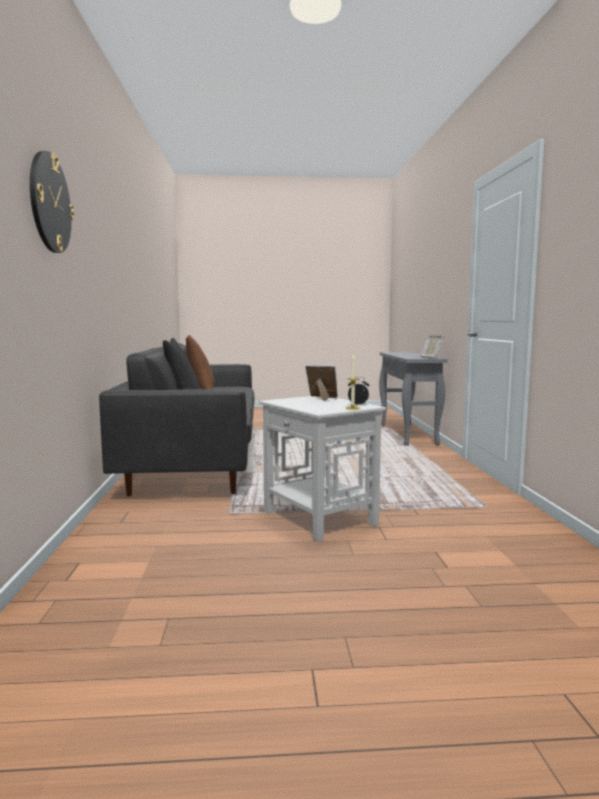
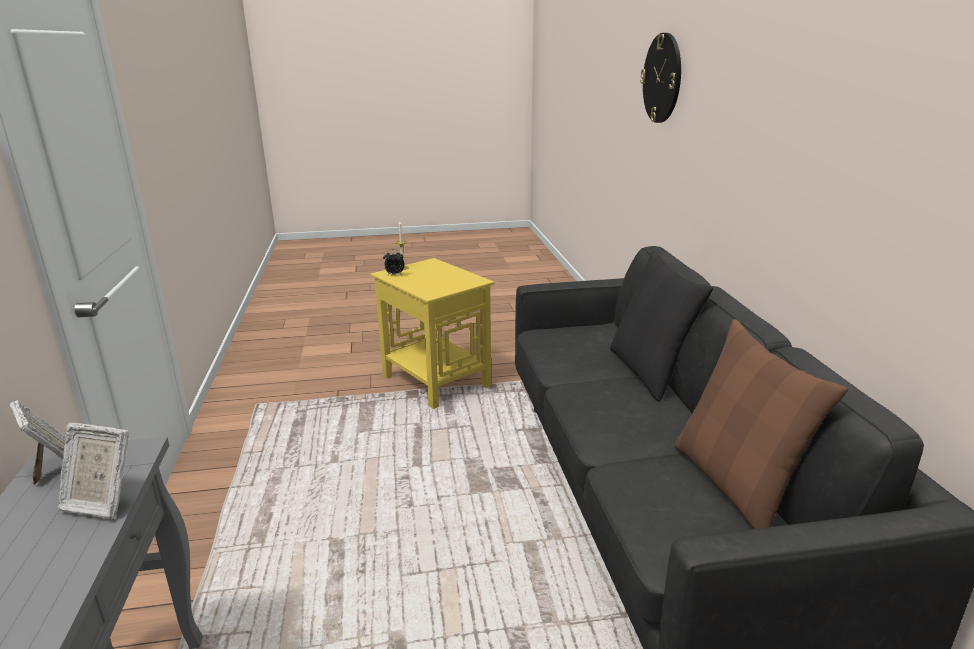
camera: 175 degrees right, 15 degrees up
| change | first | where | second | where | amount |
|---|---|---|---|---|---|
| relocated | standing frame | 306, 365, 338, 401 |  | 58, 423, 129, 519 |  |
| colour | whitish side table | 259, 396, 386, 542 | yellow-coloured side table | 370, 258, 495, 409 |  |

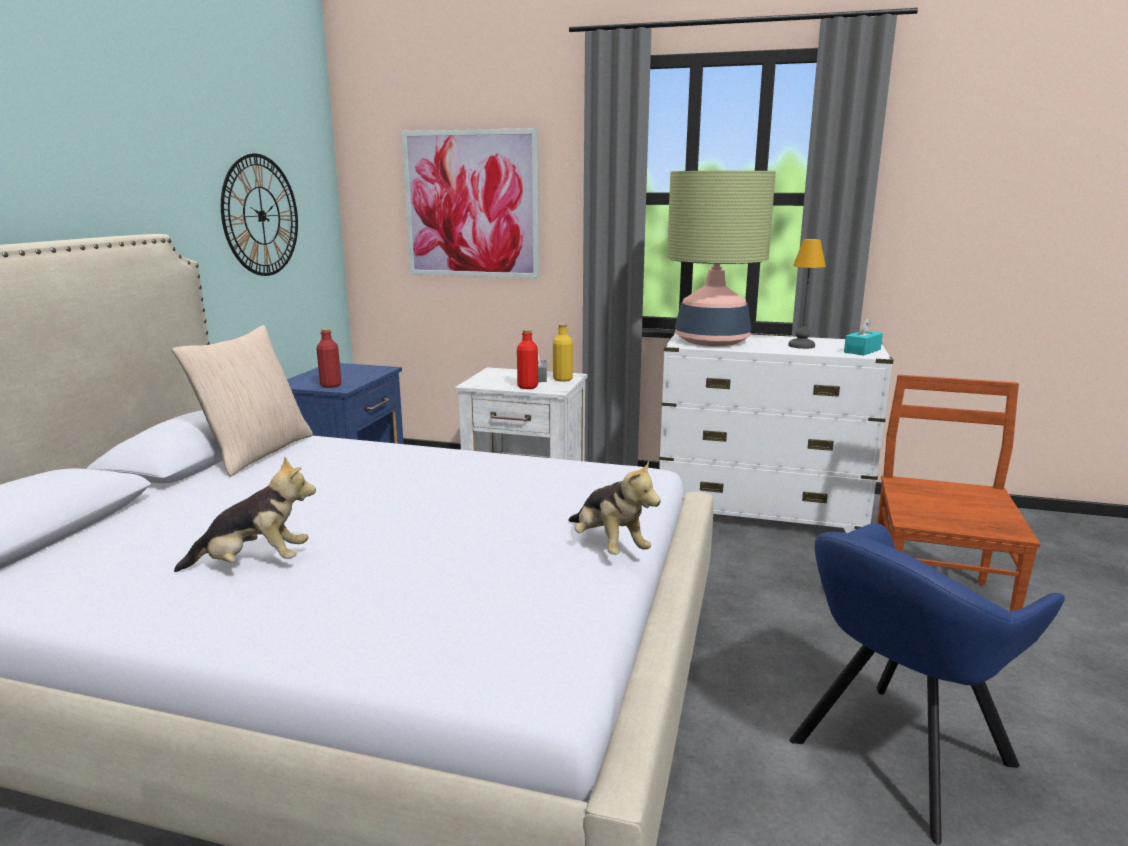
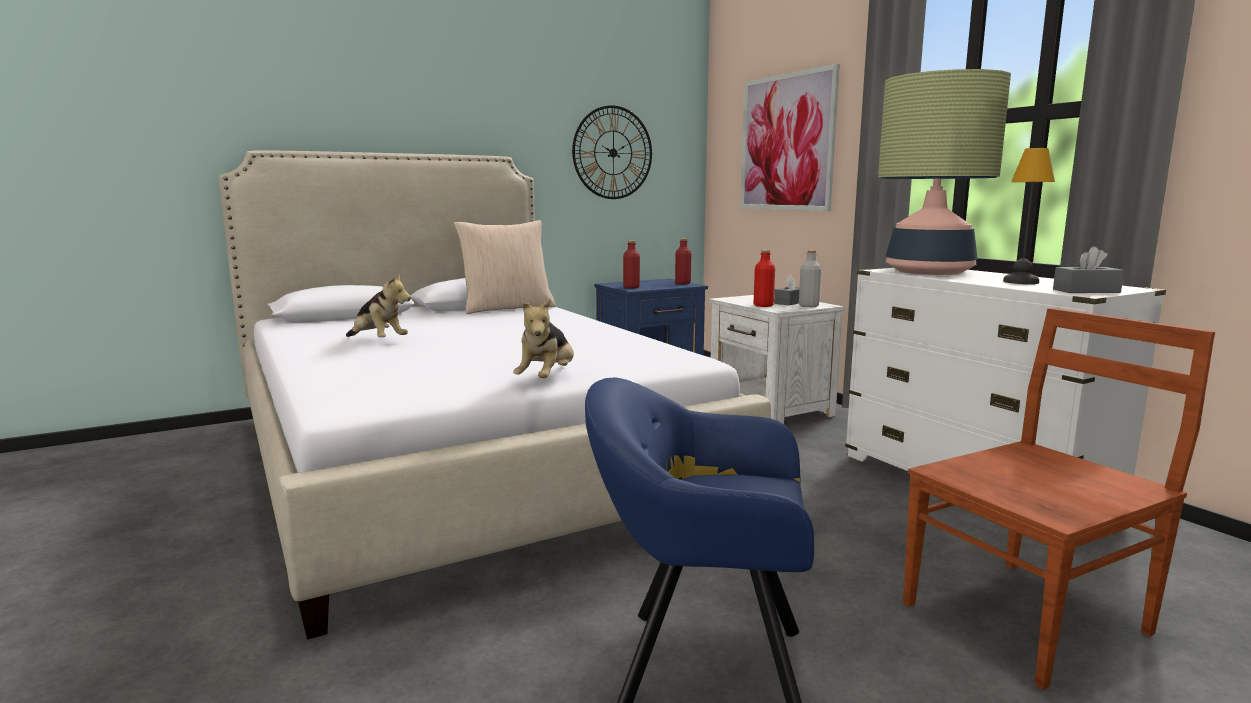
camera: 45 degrees right, 5 degrees down
| change | first | where | second | where | amount |
|---|---|---|---|---|---|
| colour | turquoise-coloured tissue box | 844, 318, 883, 356 | greyish tissue box | 1053, 246, 1124, 293 |  |
| colour | yellow-coloured drink bottle | 553, 324, 573, 382 | greyish drink bottle | 799, 250, 821, 307 |  |
| appeared |  |  | red-coloured drink bottle | 675, 238, 691, 284 |  |

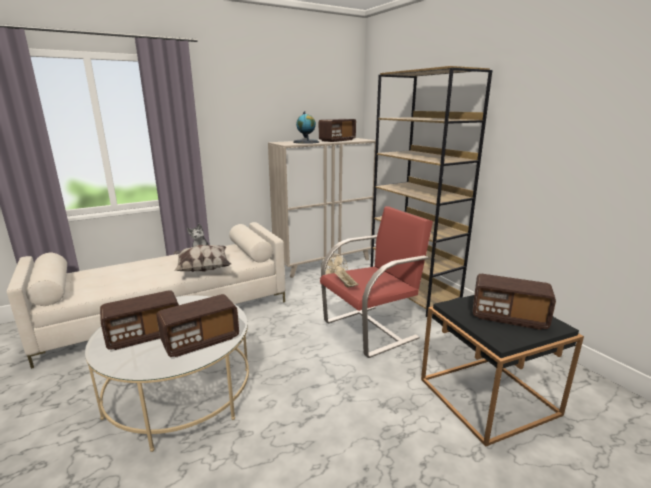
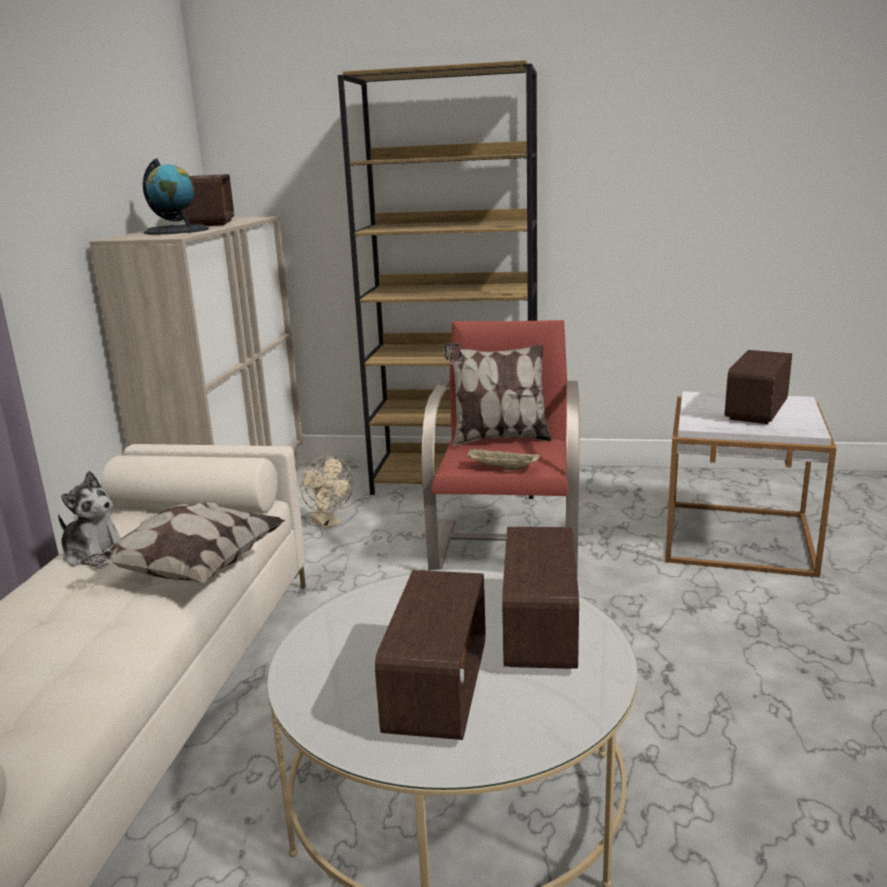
camera: 50 degrees left, 0 degrees up
| change | first | where | second | where | amount |
|---|---|---|---|---|---|
| spun | radio | 473, 274, 556, 330 |  | 725, 350, 792, 424 | 150 degrees clockwise |
| colour | black side table | 421, 295, 584, 447 | whitish side table | 665, 391, 837, 578 |  |
| appeared |  |  | throw pillow | 444, 342, 552, 447 |  |

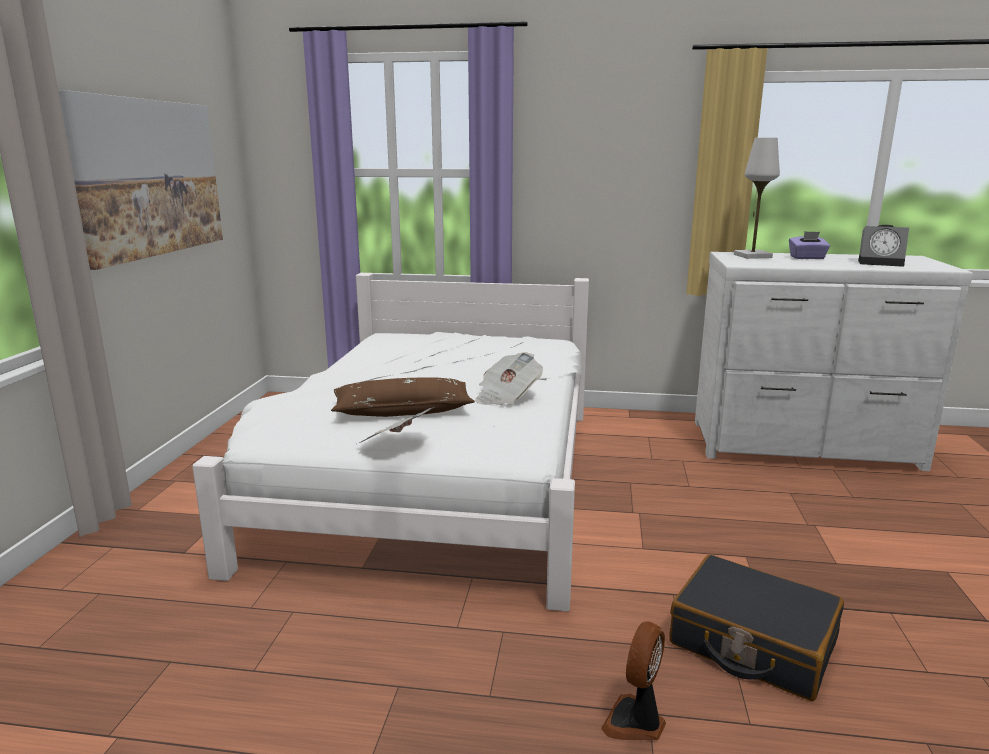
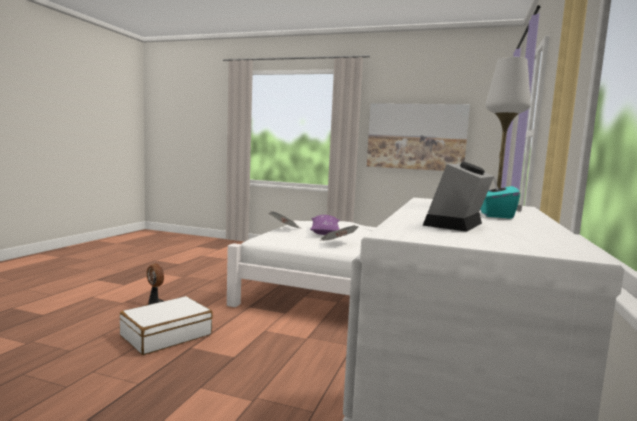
camera: 100 degrees right, 10 degrees down
| change | first | where | second | where | amount |
|---|---|---|---|---|---|
| colour | purple tissue box | 789, 231, 830, 259 | turquoise-coloured tissue box | 480, 177, 520, 219 |  |
| colour | brown-coloured throw pillow | 331, 377, 475, 417 | purple throw pillow | 310, 215, 340, 235 |  |
| colour | black piece of luggage | 669, 555, 844, 701 | whitish piece of luggage | 120, 296, 213, 355 |  |

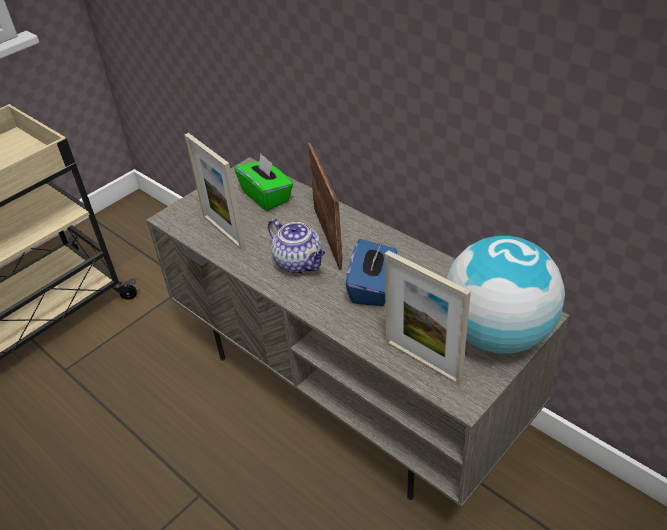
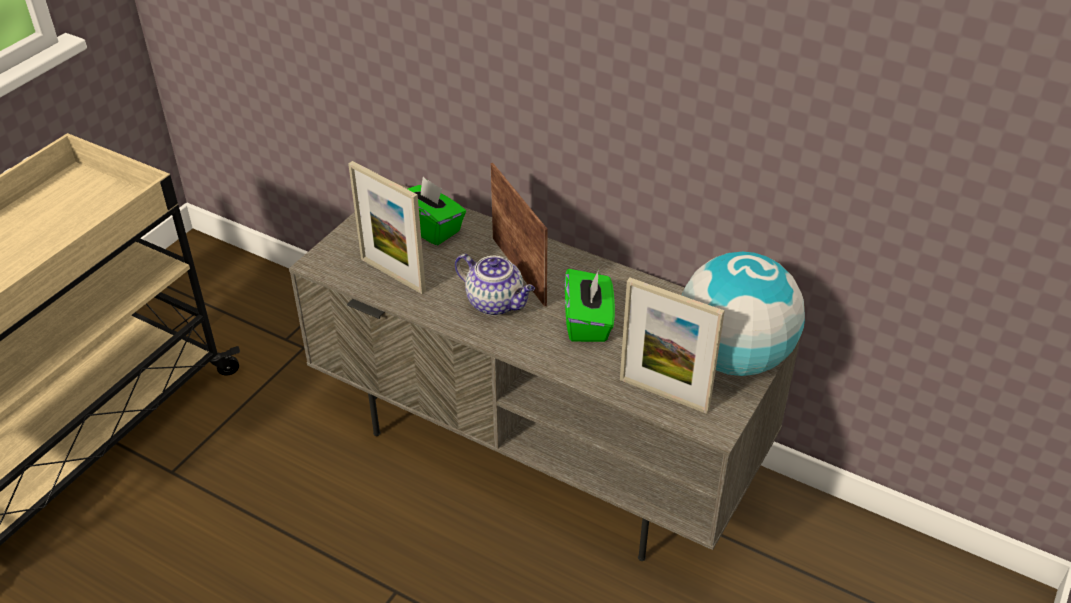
camera: 15 degrees left, 0 degrees up
| change | first | where | second | where | amount |
|---|---|---|---|---|---|
| colour | bluish tissue box | 346, 239, 397, 307 | greenish tissue box | 565, 269, 615, 342 |  |

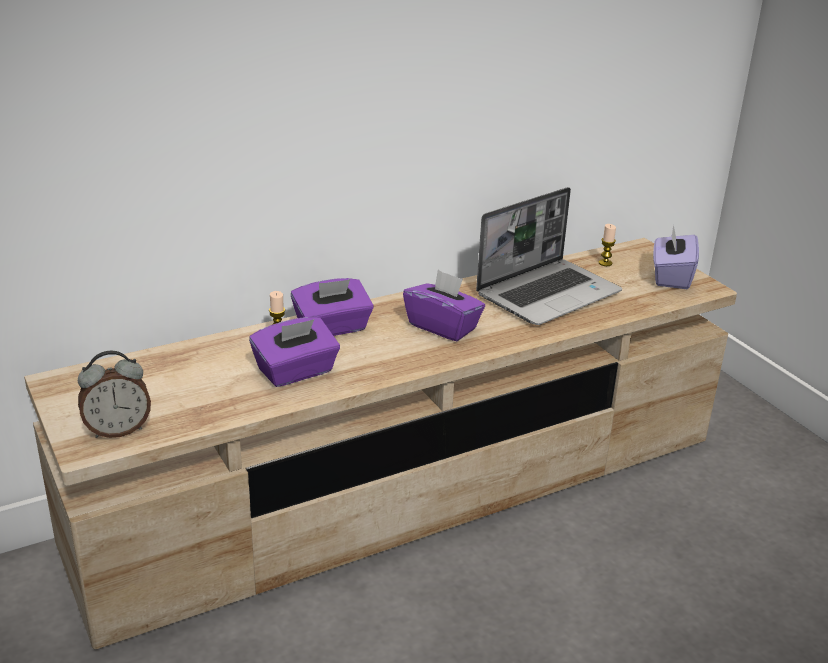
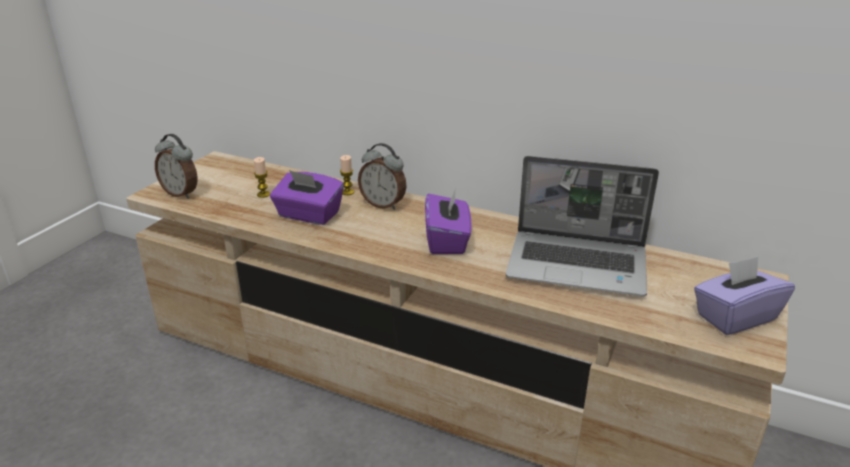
camera: 55 degrees right, 0 degrees up
| change | first | where | second | where | amount |
|---|---|---|---|---|---|
| relocated | candle | 599, 224, 616, 266 |  | 254, 157, 270, 198 |  |
| exchanged | purple tissue box | 291, 278, 374, 336 | alarm clock | 358, 143, 407, 210 |  |

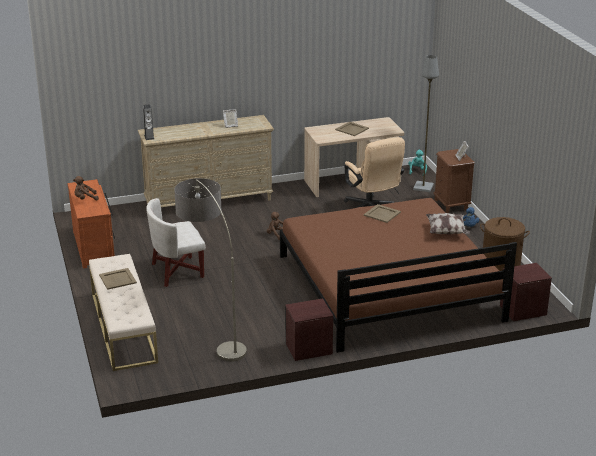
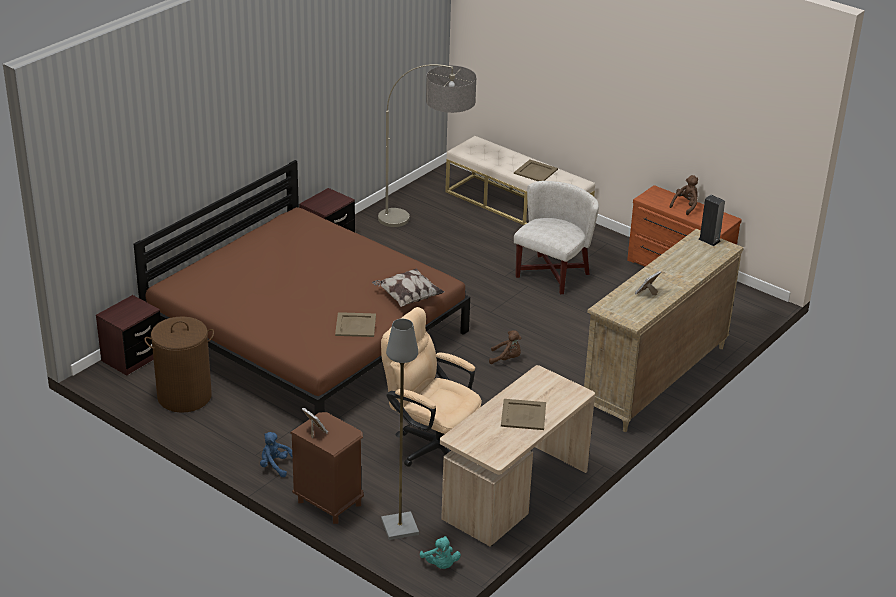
camera: 145 degrees right, 5 degrees up
| change | first | where | second | where | amount |
|---|---|---|---|---|---|
| relocated | throw pillow | 426, 213, 470, 235 |  | 372, 268, 444, 307 |  |

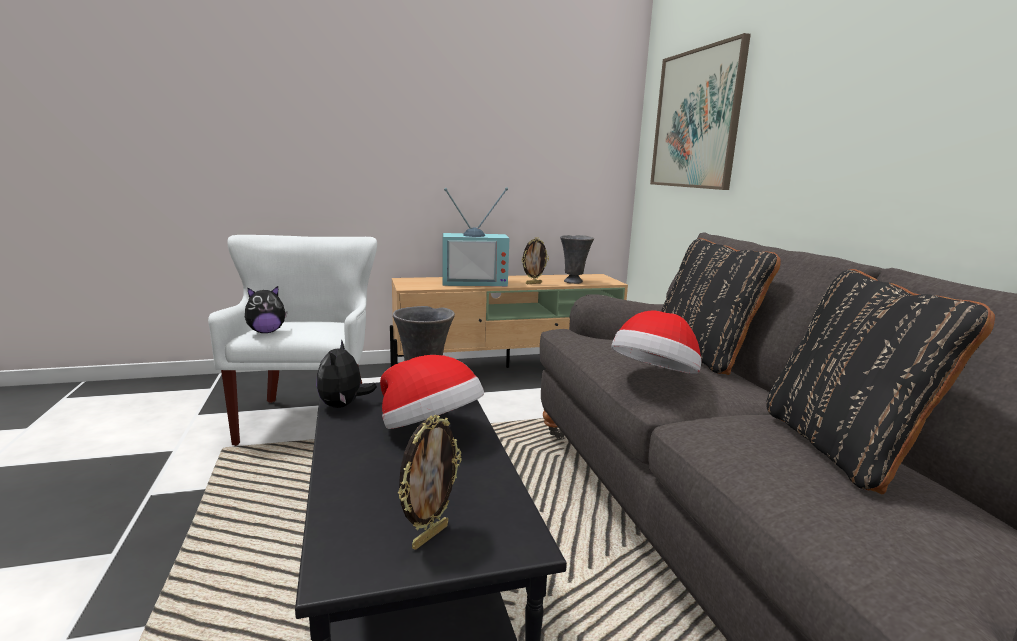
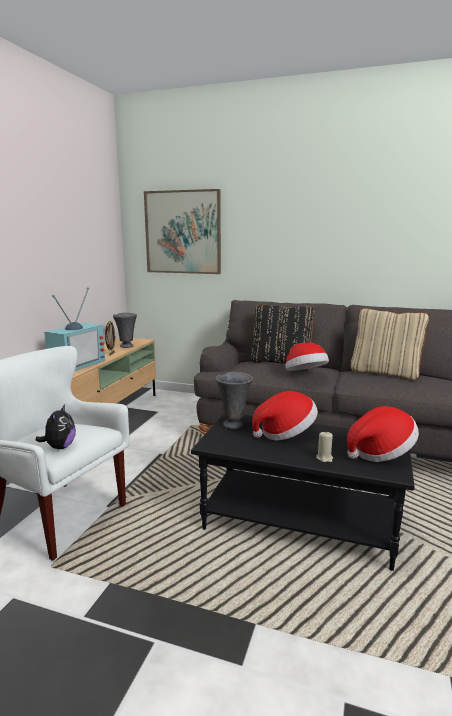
camera: 55 degrees left, 0 degrees up
| change | first | where | second | where | amount |
|---|---|---|---|---|---|
| colour | black throw pillow | 766, 269, 995, 494 | beige throw pillow | 350, 308, 429, 380 |  |
| missing | soft toy | 316, 339, 377, 408 |  |  |  |
| exchanged | standing frame | 398, 415, 462, 550 | clothing hat | 347, 406, 419, 462 |  |
| appeared |  |  | beige candle | 316, 431, 333, 462 |  |

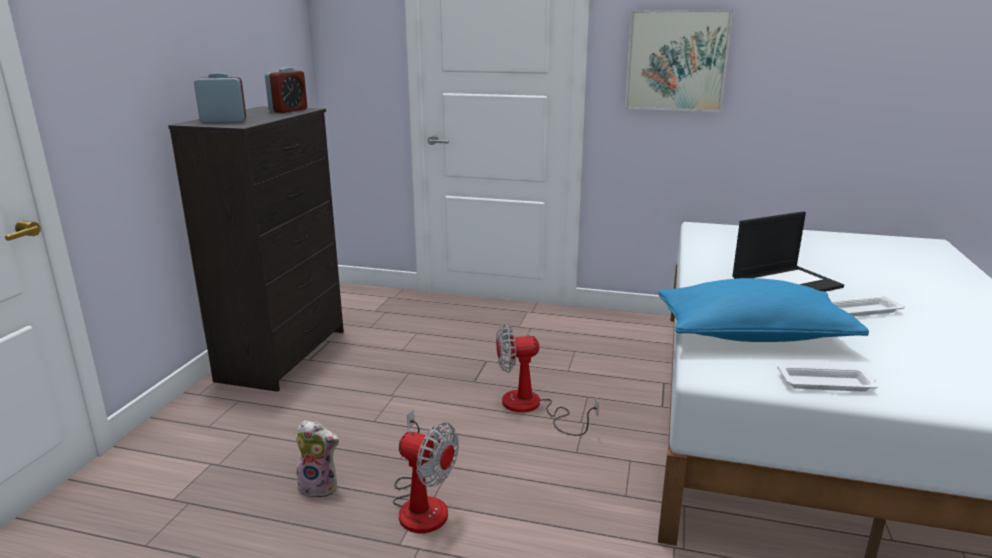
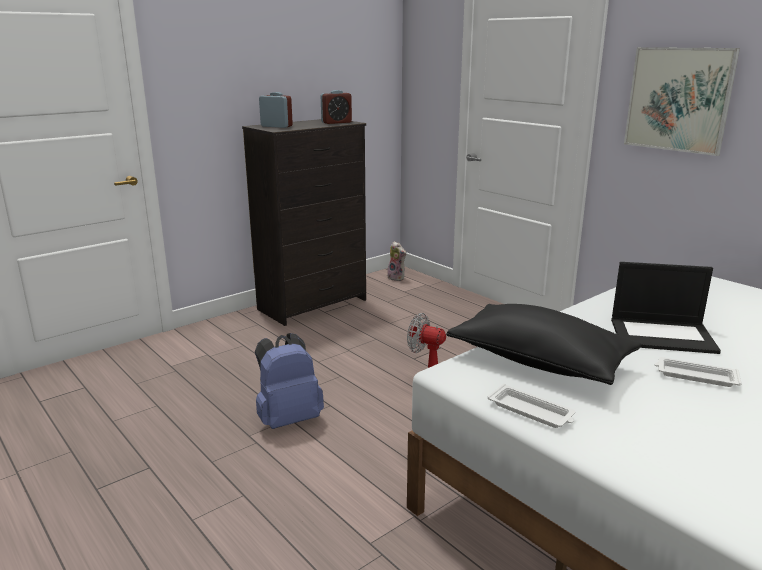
camera: 35 degrees right, 0 degrees up
| change | first | where | second | where | amount |
|---|---|---|---|---|---|
| colour | bluish throw pillow | 658, 278, 869, 342 | black throw pillow | 446, 304, 641, 385 |  |
| exchanged | cooling fan | 393, 409, 459, 533 | bluish knapsack | 255, 333, 324, 429 |  |
| relocated | soft toy | 296, 420, 339, 498 |  | 387, 241, 407, 281 |  |

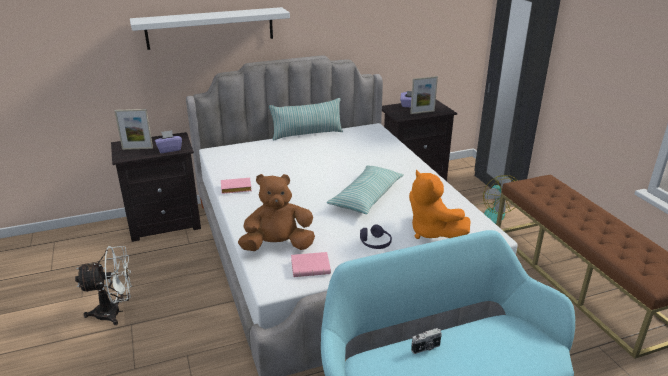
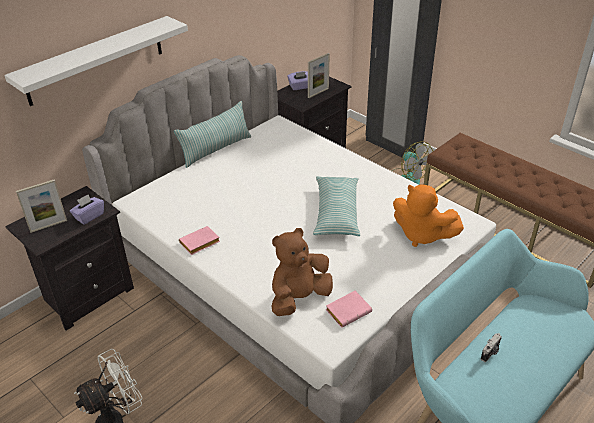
camera: 25 degrees left, 10 degrees up
| change | first | where | second | where | amount |
|---|---|---|---|---|---|
| missing | purple headphones | 360, 224, 392, 249 |  |  |  |

